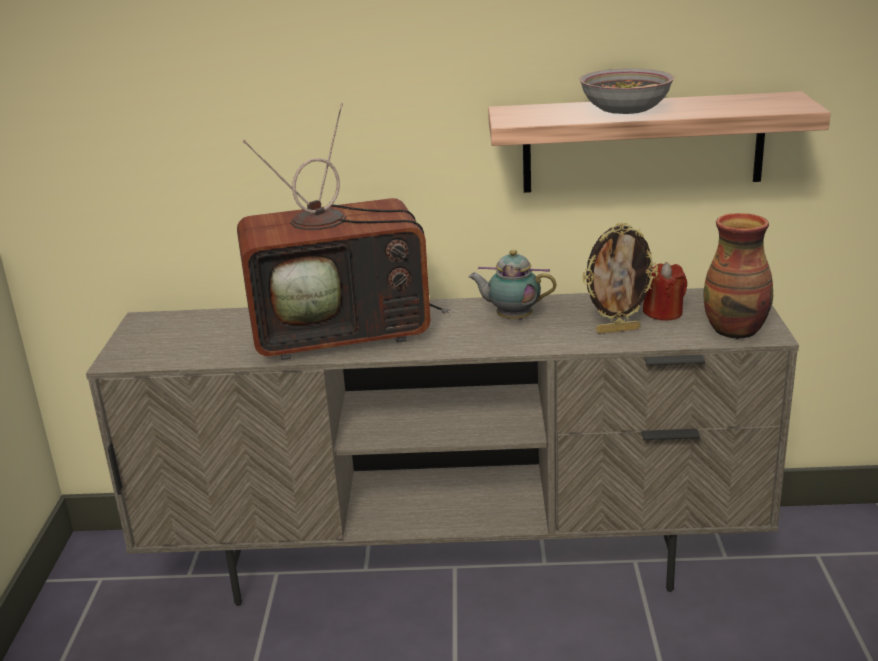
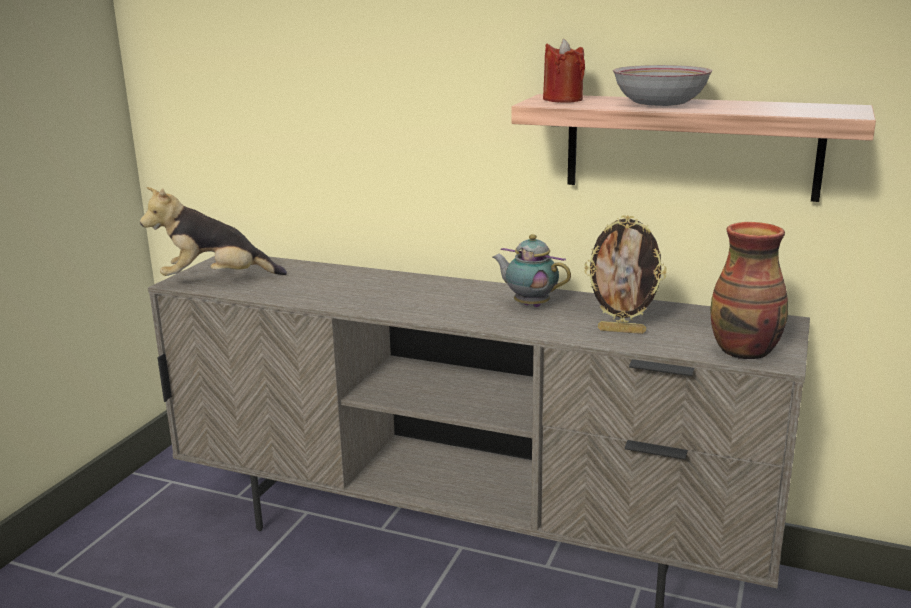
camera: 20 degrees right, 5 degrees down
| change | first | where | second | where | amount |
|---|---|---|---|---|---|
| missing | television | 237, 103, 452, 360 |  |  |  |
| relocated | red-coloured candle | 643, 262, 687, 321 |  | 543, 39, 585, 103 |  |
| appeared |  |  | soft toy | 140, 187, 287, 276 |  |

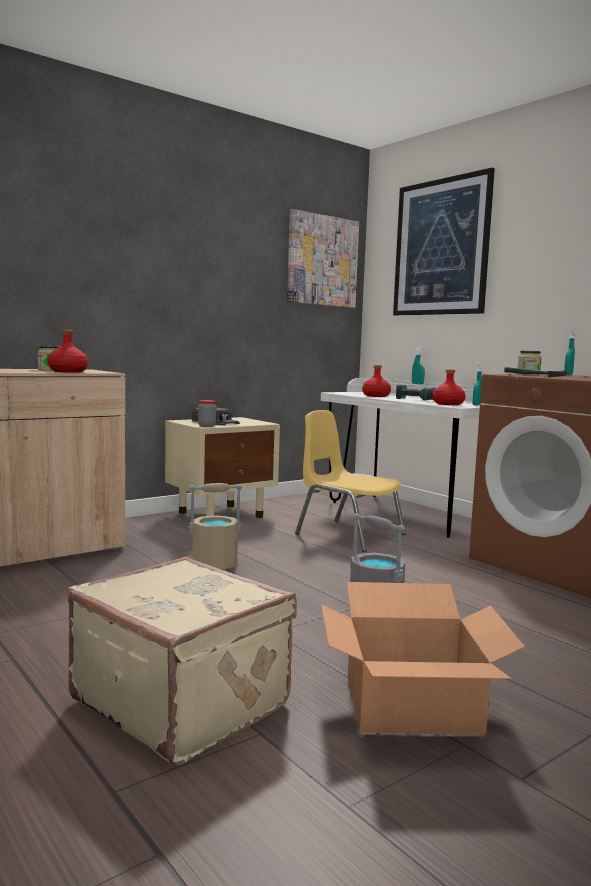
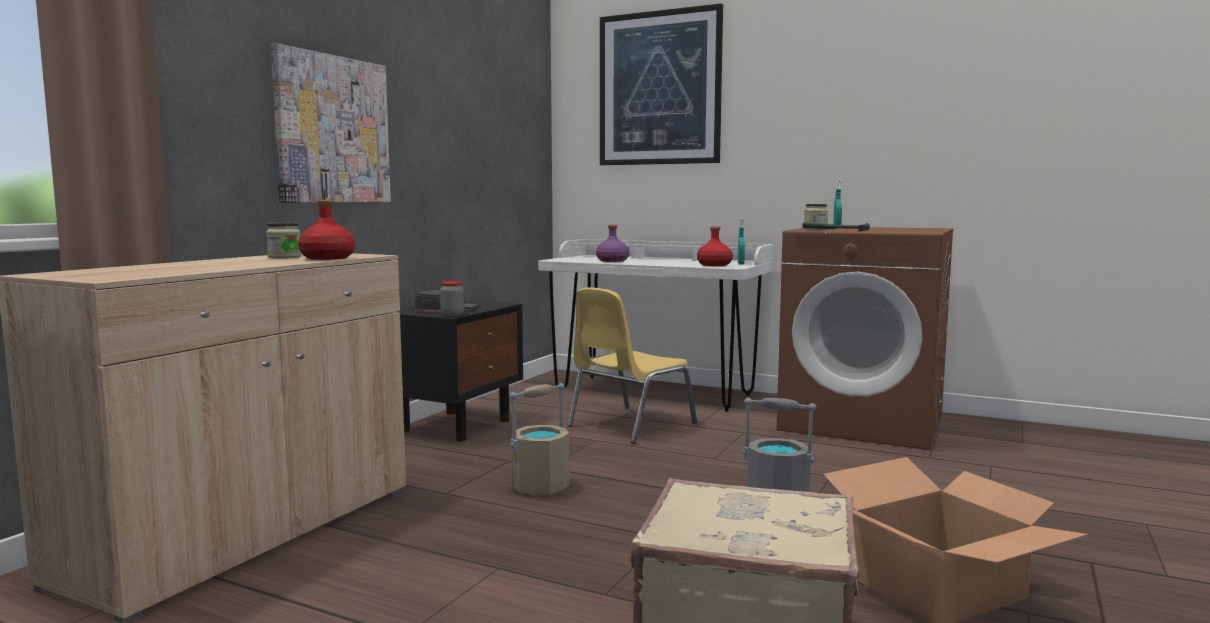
camera: 25 degrees left, 0 degrees up
| change | first | where | second | where | amount |
|---|---|---|---|---|---|
| relocated | picture | 287, 209, 359, 308 |  | 270, 43, 391, 203 |  |
| missing | turquoise-coloured sprayer | 412, 347, 425, 384 |  |  |  |
| colour | red-coloured drink bottle | 362, 365, 391, 397 | purple drink bottle | 596, 225, 629, 262 |  |
| missing | electric drill | 396, 384, 436, 400 |  |  |  |
| spun | yellow-coloured plain chair | 295, 410, 406, 552 |  | 567, 287, 697, 444 | 60 degrees counterclockwise |
| colour | beige nightstand | 165, 417, 280, 518 | black nightstand | 398, 300, 523, 442 |  |

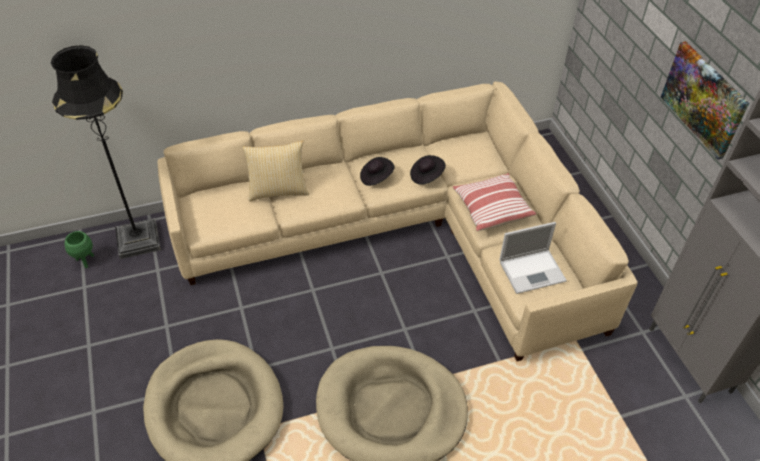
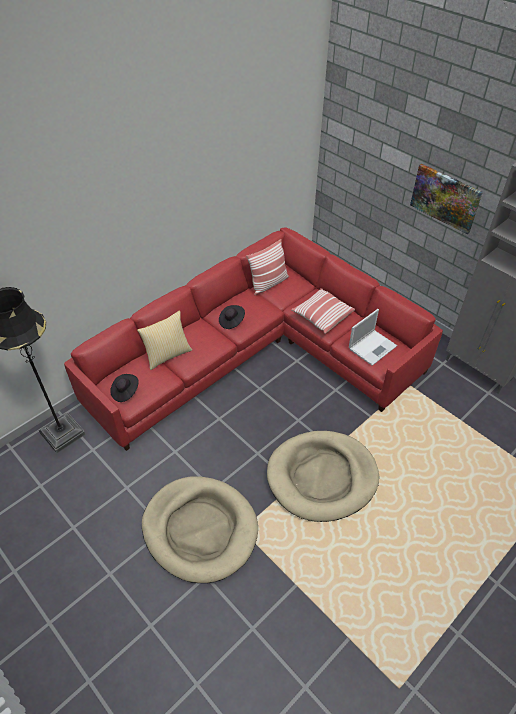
camera: 25 degrees left, 0 degrees up
| change | first | where | second | where | amount |
|---|---|---|---|---|---|
| colour | beige sofa | 158, 81, 638, 361 | red-coloured sofa | 64, 228, 443, 451 |  |
| relocated | black clothing hat | 410, 155, 446, 185 |  | 110, 374, 139, 402 |  |
| missing | greenish plant pot | 65, 231, 94, 268 |  |  |  |
| appeared |  |  | throw pillow | 246, 239, 289, 295 |  |

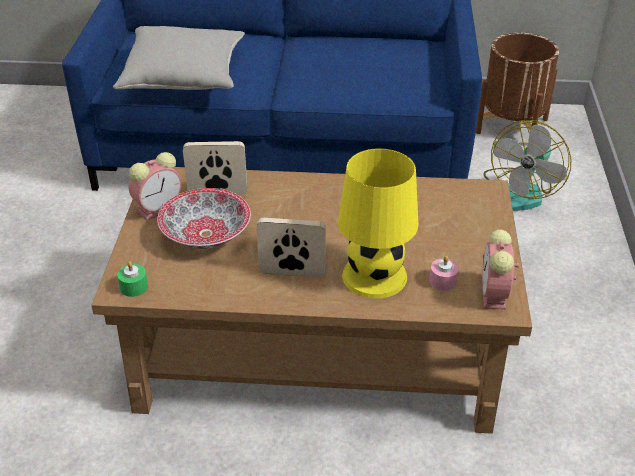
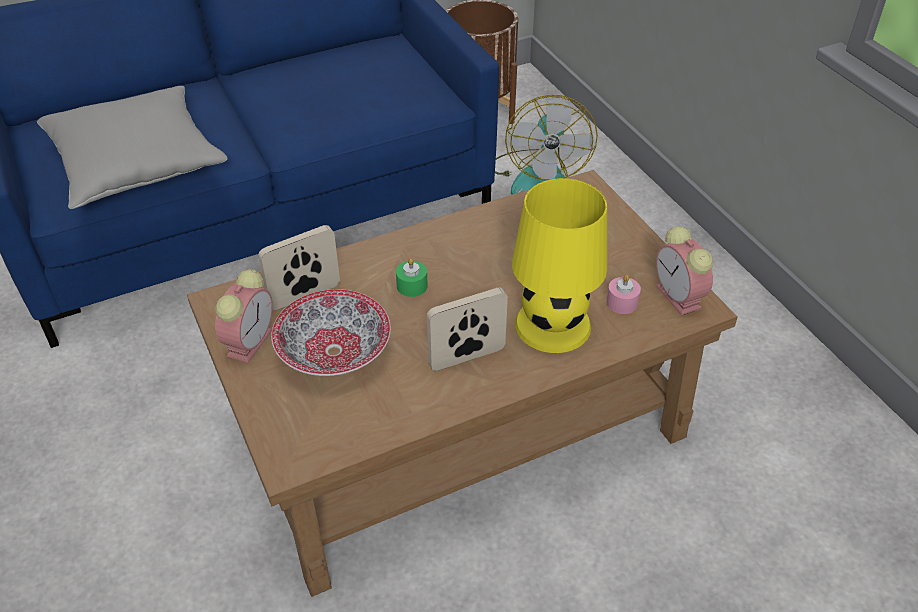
camera: 30 degrees left, 5 degrees up
| change | first | where | second | where | amount |
|---|---|---|---|---|---|
| relocated | greenish candle | 117, 262, 148, 297 |  | 396, 258, 428, 297 |  |

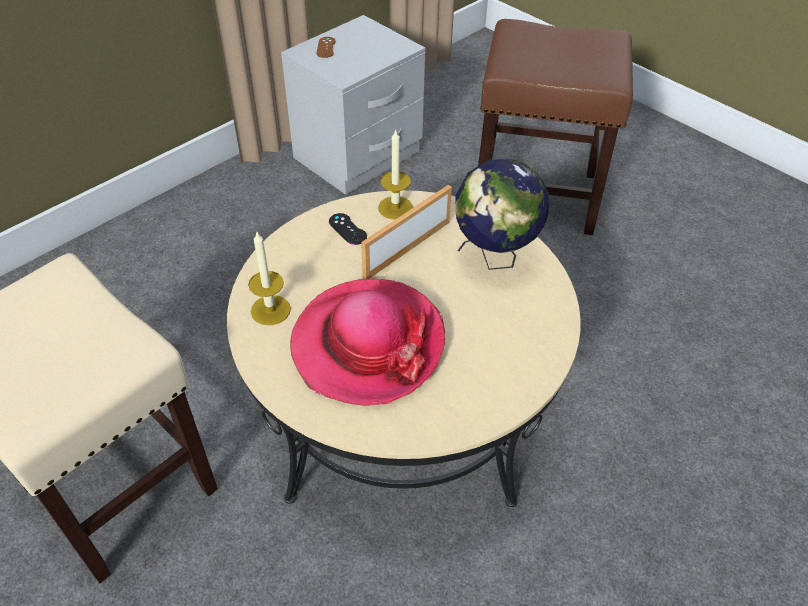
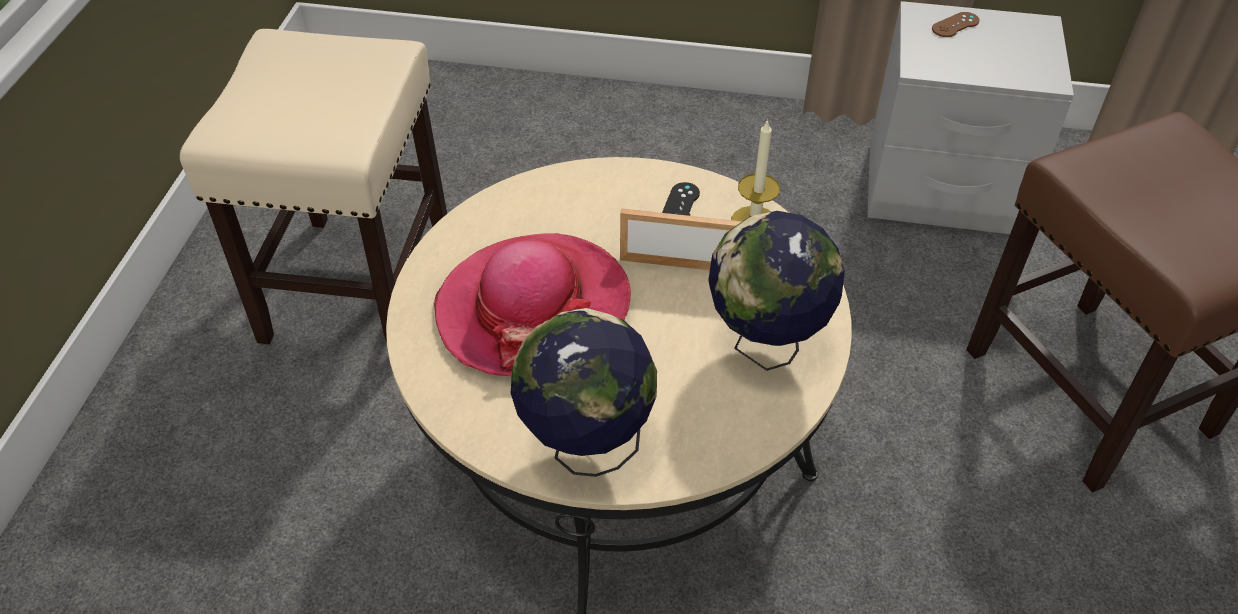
camera: 55 degrees right, 0 degrees up
| change | first | where | second | where | amount |
|---|---|---|---|---|---|
| missing | candle | 248, 232, 291, 325 |  |  |  |
| appeared |  |  | desk globe | 511, 308, 657, 477 |  |

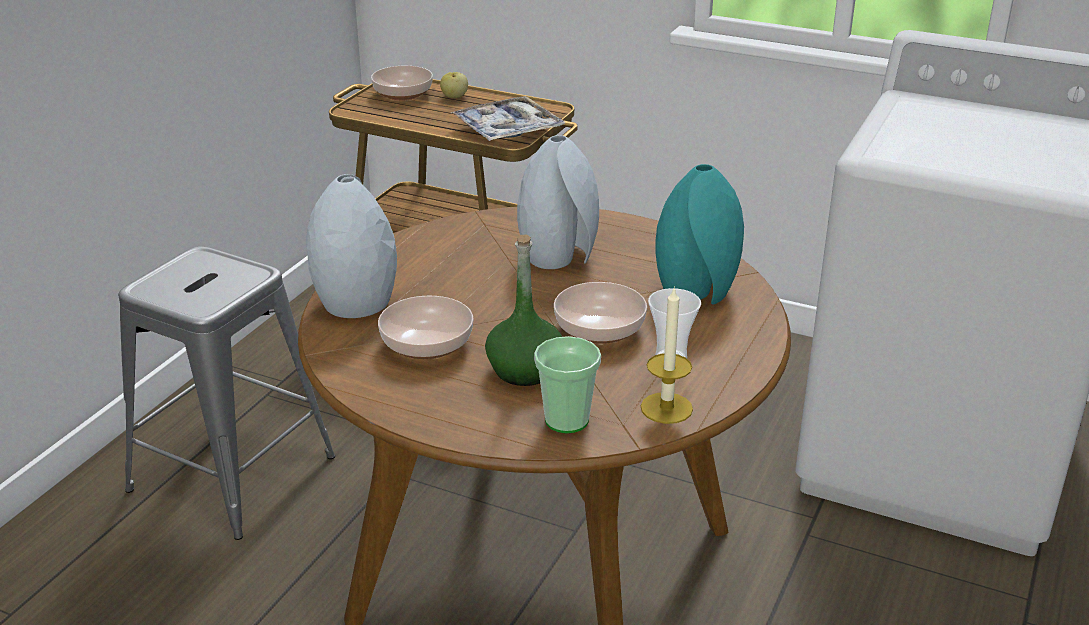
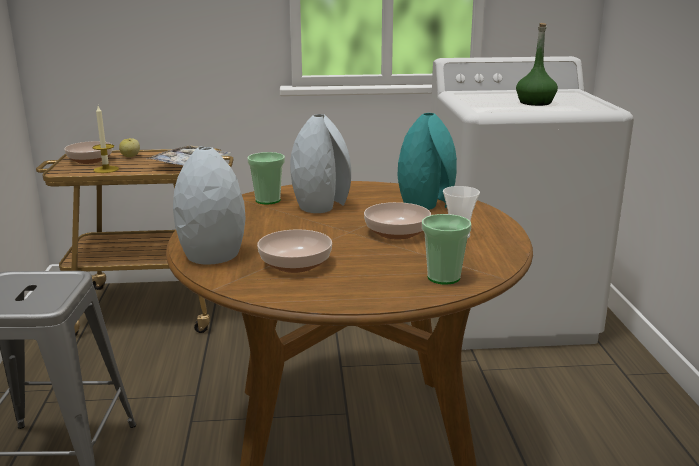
camera: 30 degrees left, 10 degrees down
| change | first | where | second | where | amount |
|---|---|---|---|---|---|
| relocated | greenish drink bottle | 485, 234, 562, 386 |  | 516, 23, 558, 106 |  |
| relocated | candle | 641, 286, 693, 424 |  | 92, 106, 119, 173 |  |
| appeared |  |  | drinking cup | 248, 152, 285, 204 |  |

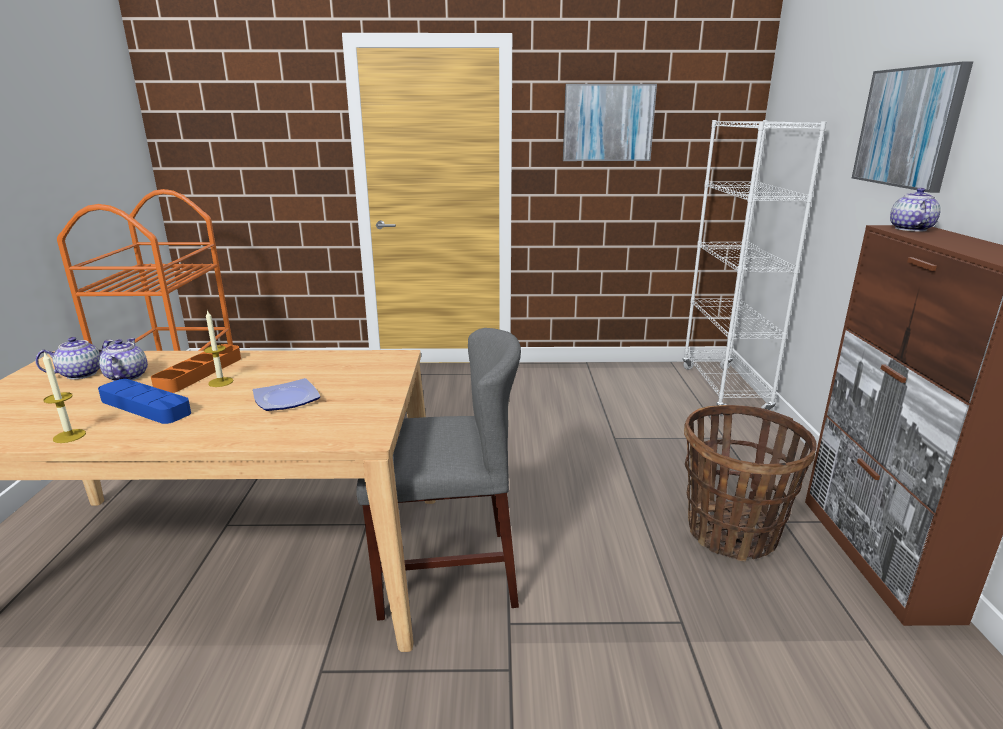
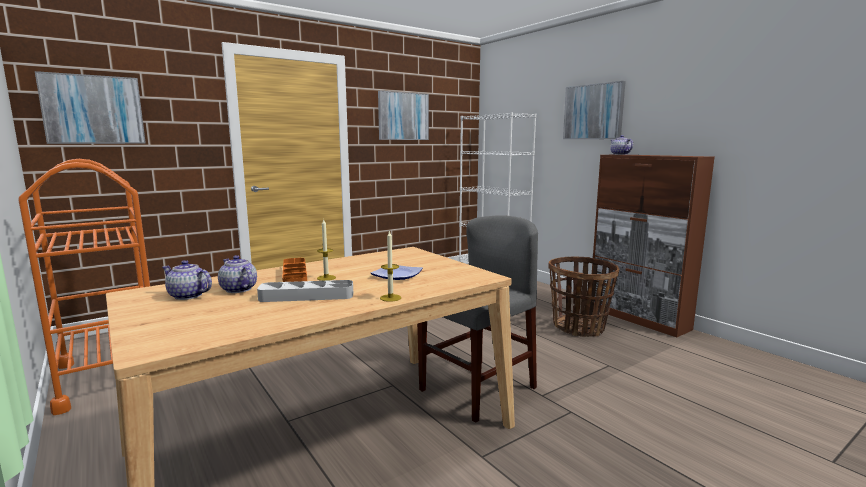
camera: 35 degrees left, 10 degrees down
| change | first | where | second | where | amount |
|---|---|---|---|---|---|
| spun | tea pot | 36, 337, 113, 379 |  | 162, 260, 212, 300 | 90 degrees counterclockwise |
| relocated | candle | 43, 351, 86, 443 |  | 380, 230, 401, 302 |  |
| colour | bluish serving tray | 98, 379, 191, 424 | greyish serving tray | 257, 280, 353, 302 |  |
| appeared |  |  | picture | 35, 71, 146, 144 |  |

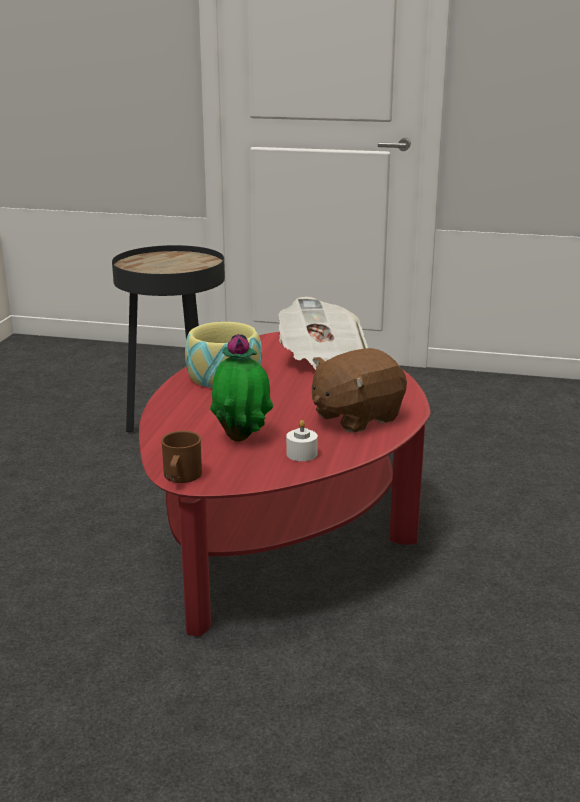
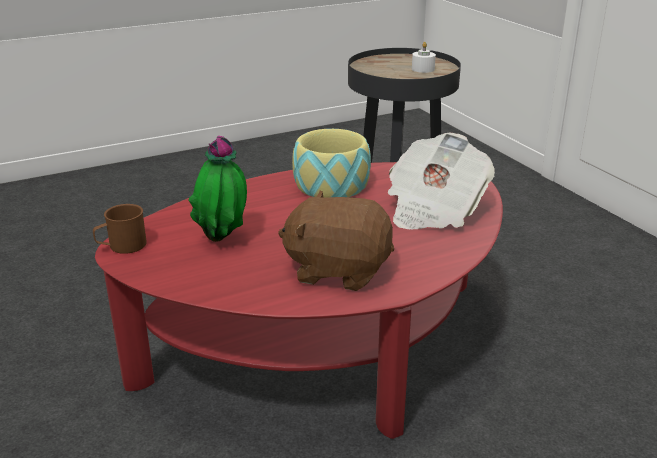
camera: 50 degrees right, 5 degrees up
| change | first | where | second | where | amount |
|---|---|---|---|---|---|
| relocated | whitish candle | 286, 420, 318, 461 |  | 412, 42, 436, 73 |  |

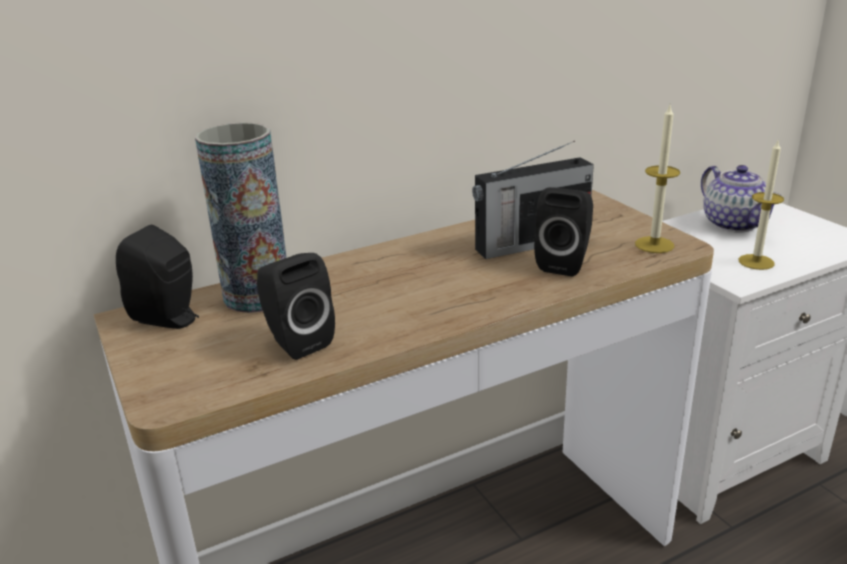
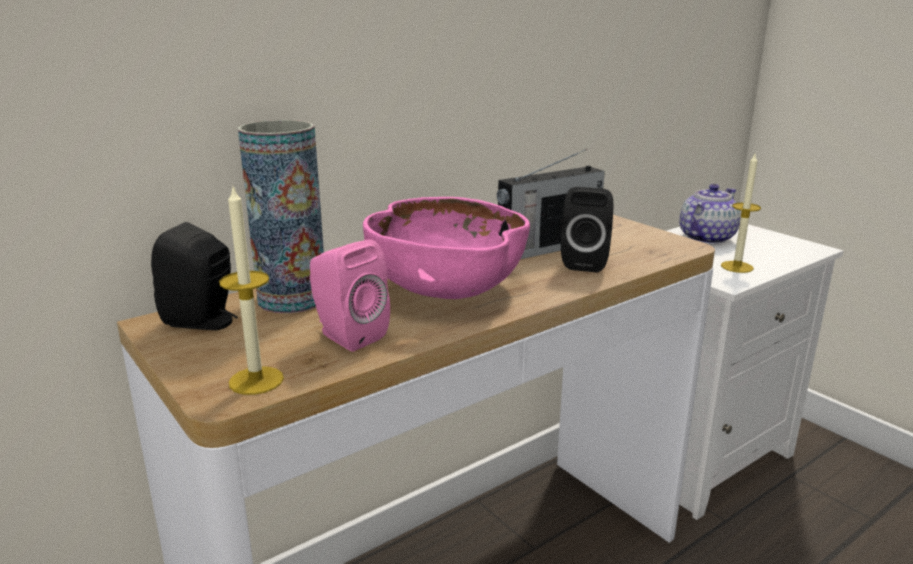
camera: 10 degrees left, 5 degrees down
| change | first | where | second | where | amount |
|---|---|---|---|---|---|
| relocated | candle | 635, 105, 680, 253 |  | 219, 184, 284, 395 |  |
| spun | tea pot | 701, 165, 780, 233 |  | 680, 184, 741, 244 | 105 degrees counterclockwise |
| colour | black audio speaker | 257, 253, 335, 360 | pink-coloured audio speaker | 310, 239, 390, 351 |  |
| appeared |  |  | pink-coloured deep dish | 363, 197, 530, 299 |  |

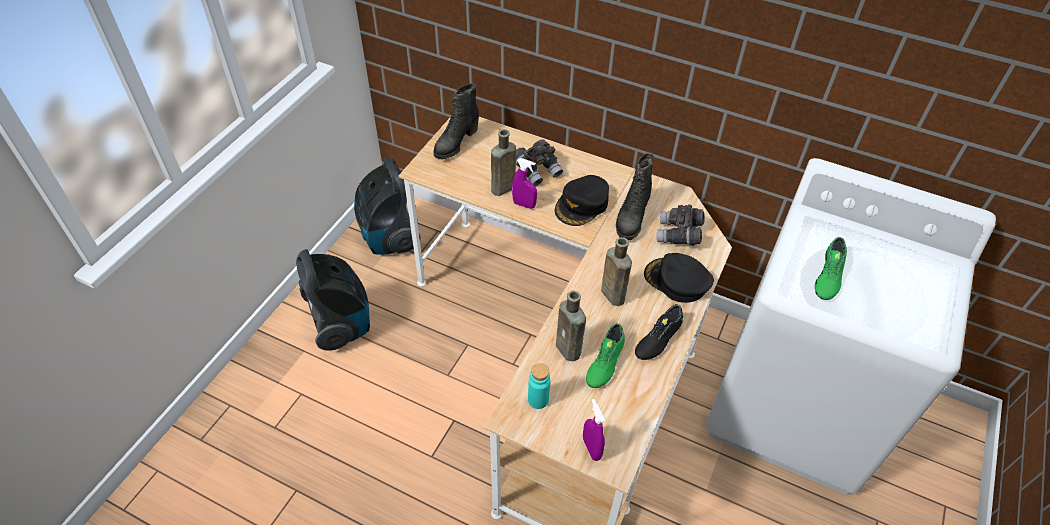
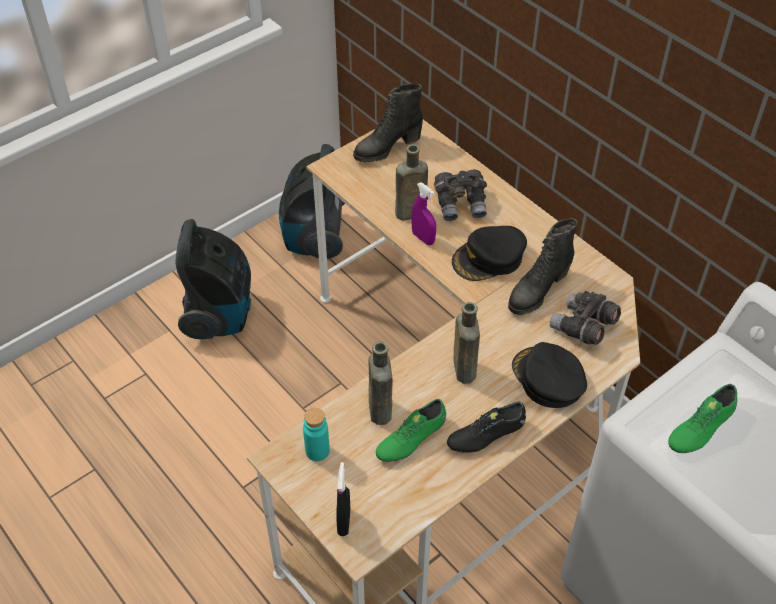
camera: 25 degrees right, 0 degrees up
| change | first | where | second | where | amount |
|---|---|---|---|---|---|
| colour | purple sprayer | 583, 399, 605, 461 | black sprayer | 336, 462, 350, 536 |  |

